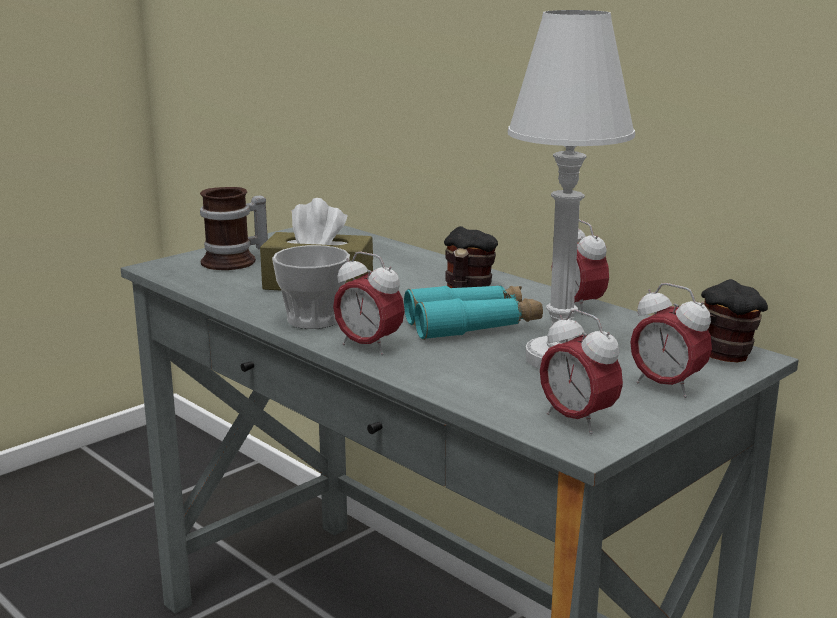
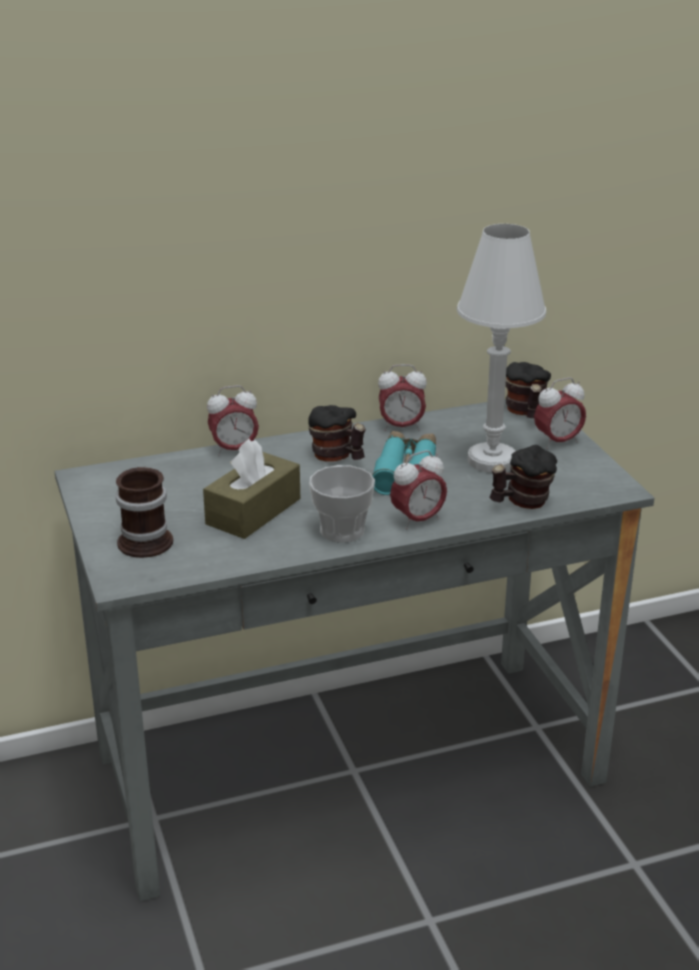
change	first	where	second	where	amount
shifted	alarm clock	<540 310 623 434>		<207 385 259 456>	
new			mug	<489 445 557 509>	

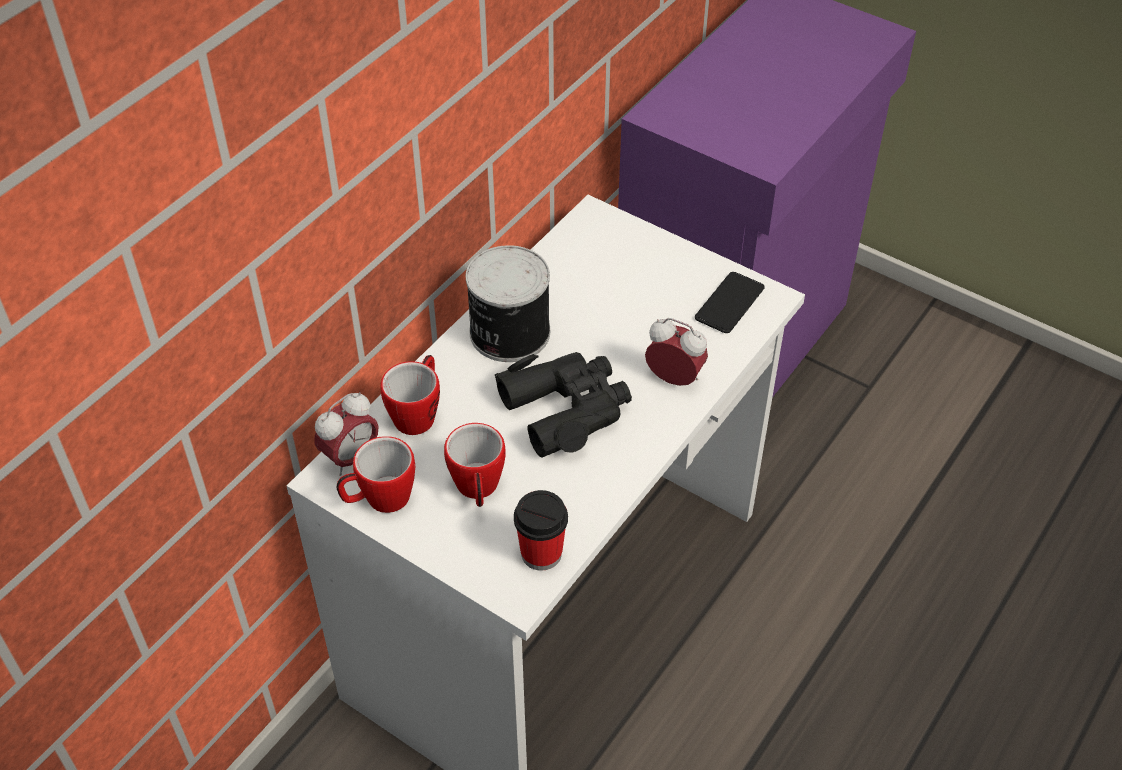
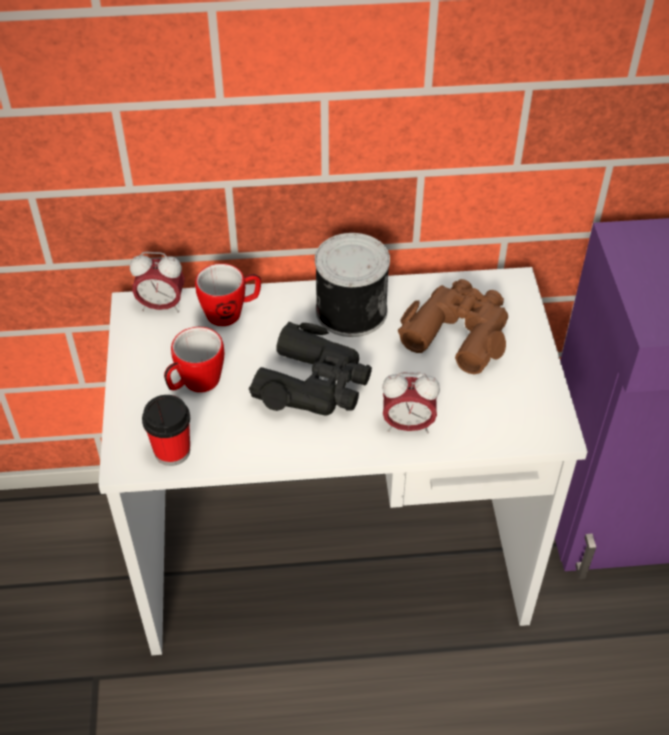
change	first	where	second	where	amount
gone	phone	<695 272 765 333>			
rotated	alarm clock	<645 318 708 386>		<382 372 440 434>	105 degrees clockwise
gone	mug	<337 436 415 513>			
new			binoculars (brown)	<398 279 508 374>	

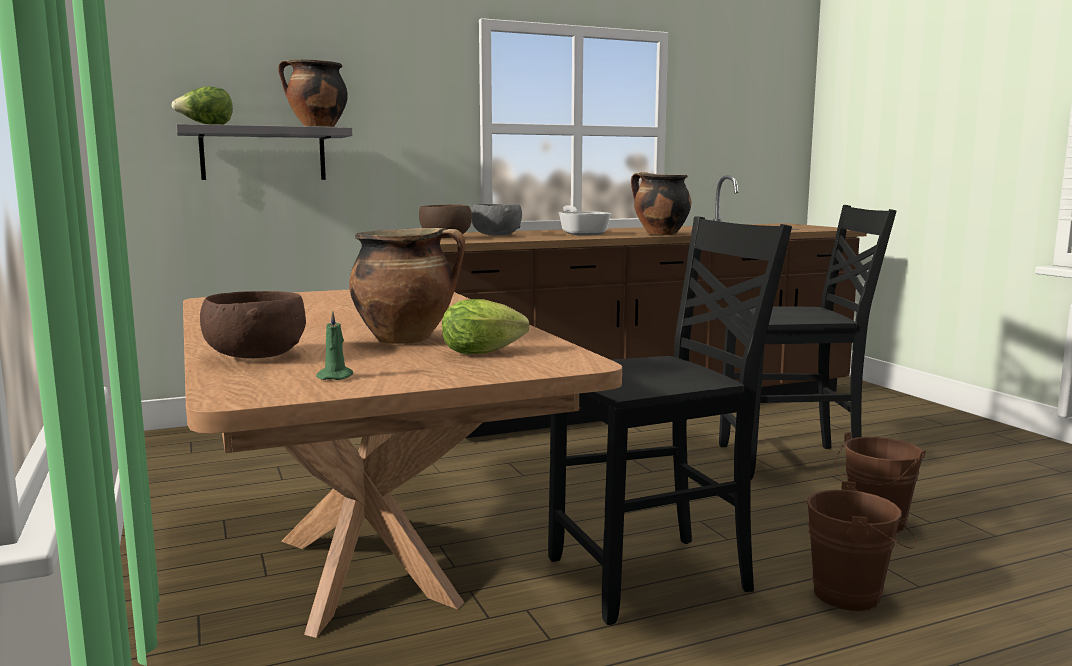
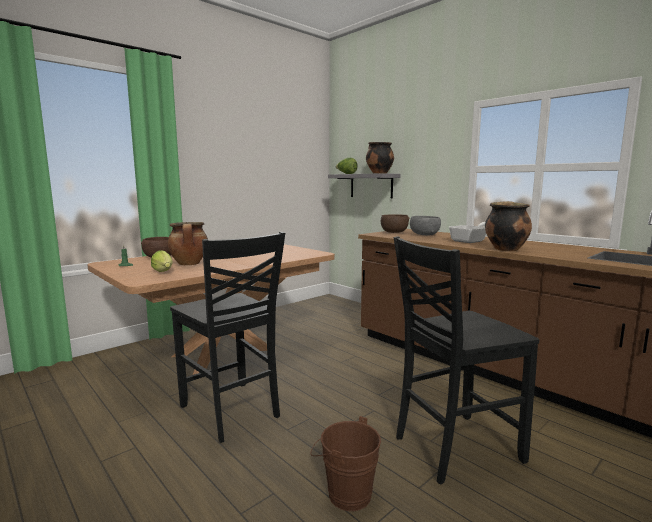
change	first	where	second	where	amount
rotated	chair (black)	<719 205 896 480>		<394 236 539 485>	90 degrees clockwise
gone	bucket (brown)	<807 481 916 611>			

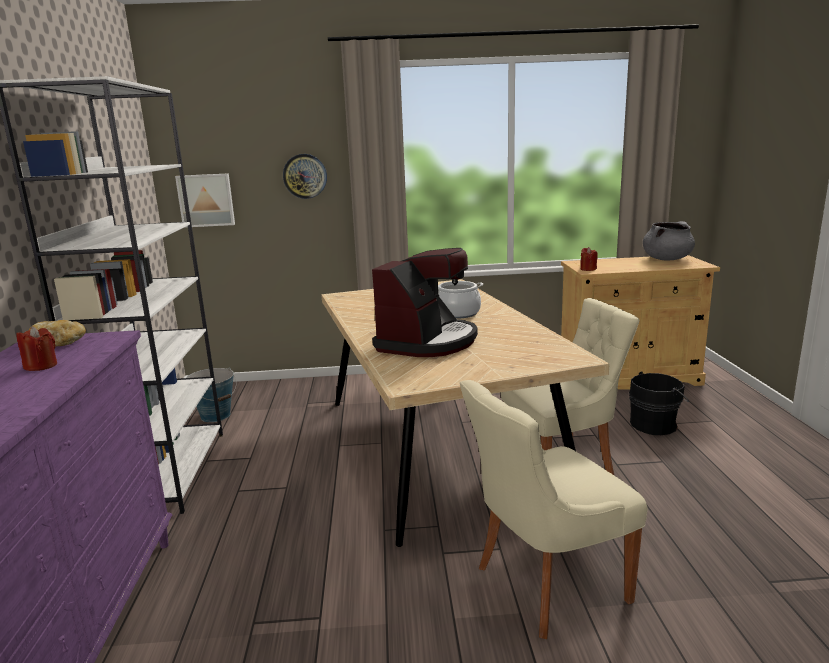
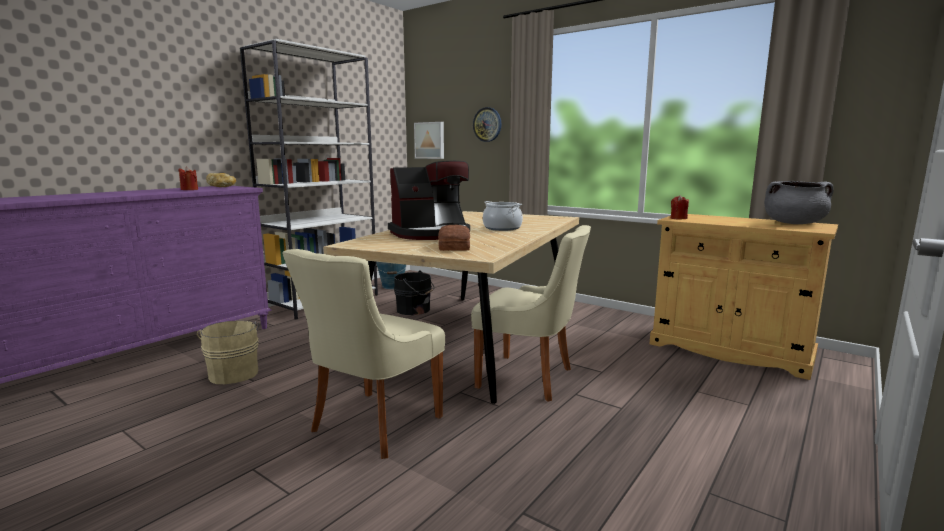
change	first	where	second	where	amount
shifted	bucket (black)	<629 372 689 435>		<394 271 434 315>	
rotated	chair (beige)	<460 380 647 639>		<282 249 445 459>	75 degrees counterclockwise
new			bread	<438 225 470 251>	
new			bucket (beige)	<197 321 259 384>	

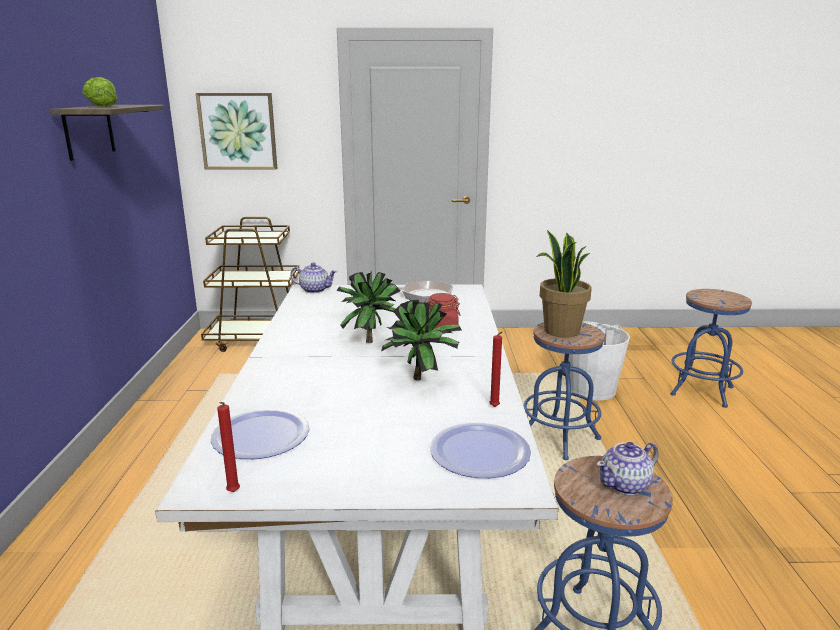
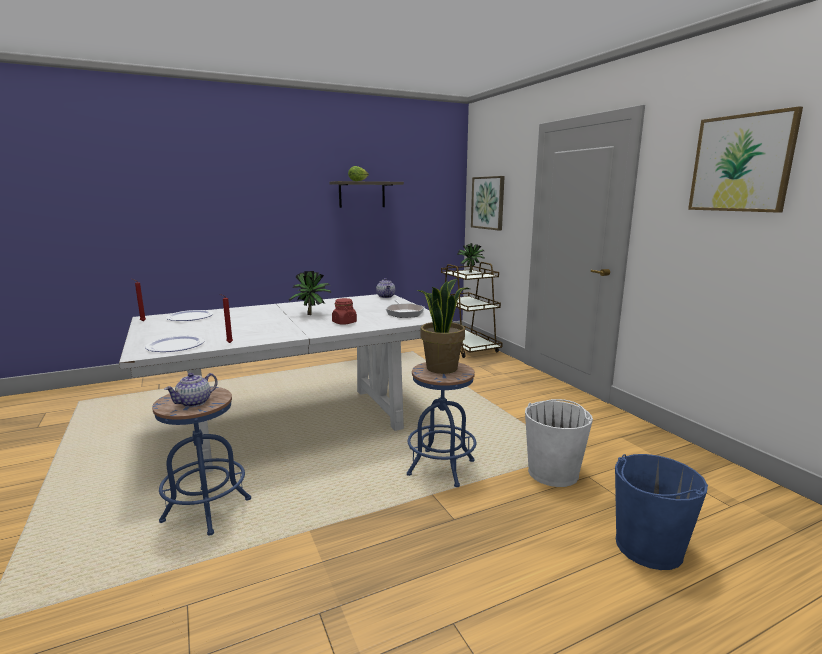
change	first	where	second	where	amount
swapped	stool (blue)	<671 289 752 408>	bucket (blue)	<615 454 708 570>	
shifted	potted plant	<381 300 462 380>		<457 243 485 273>	
rotated	teapot	<597 442 659 495>		<165 373 218 407>	90 degrees counterclockwise
new			picture	<688 106 803 213>	

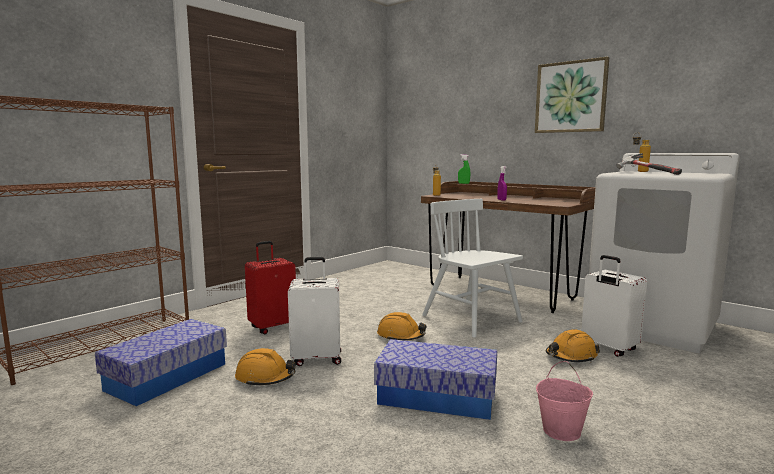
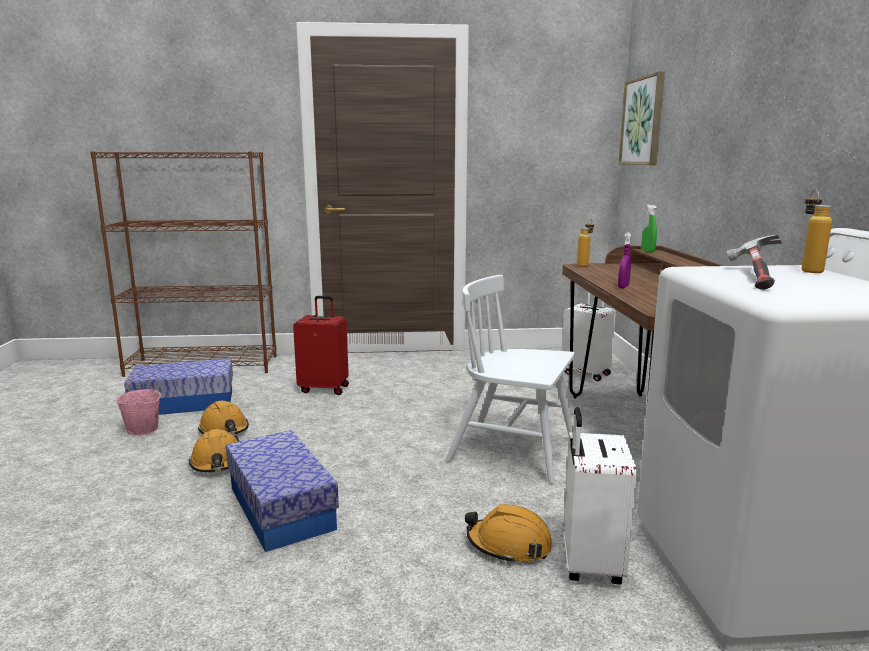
change	first	where	second	where	amount
shifted	picture	<535 57 609 133>		<619 71 665 165>	
rotated	chair (white)	<422 199 523 338>		<446 275 575 484>	75 degrees counterclockwise
shifted	suitcase (white)	<288 257 341 366>		<562 292 616 381>	
shifted	hard hat (orange)	<377 312 427 341>		<189 429 239 472>	
shifted	bucket (pink)	<536 361 593 441>		<116 373 161 435>	

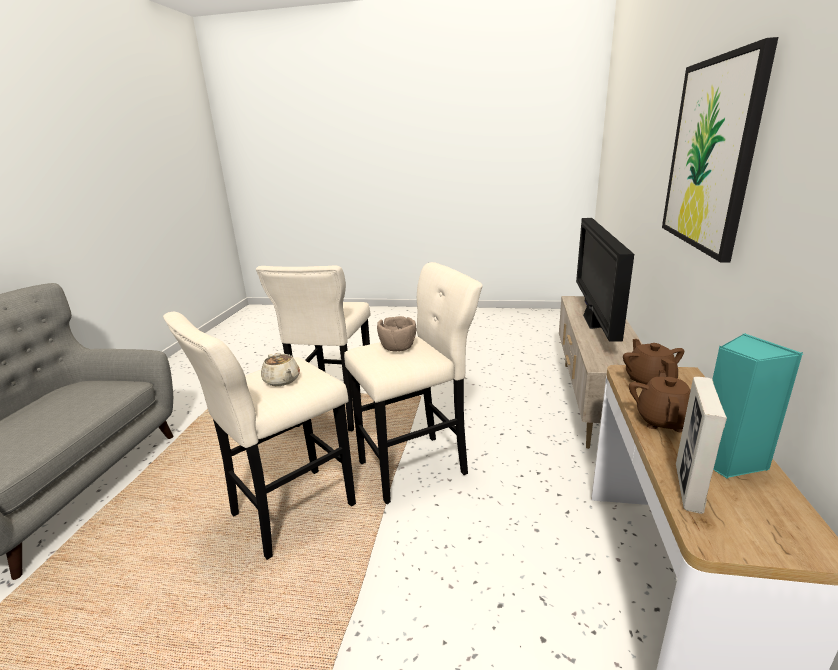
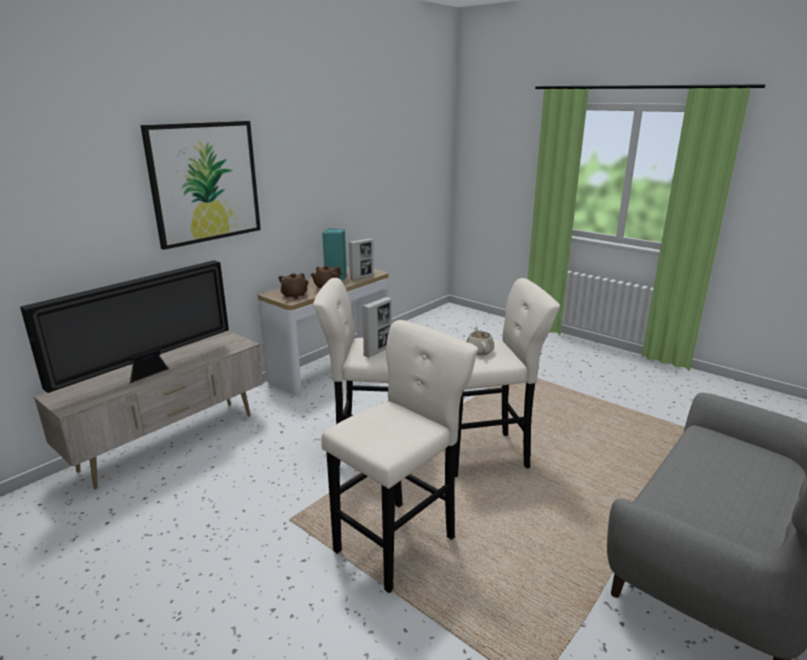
change	first	where	second	where	amount
swapped	bowl (brown)	<377 316 416 352>	picture frame	<362 297 392 357>	

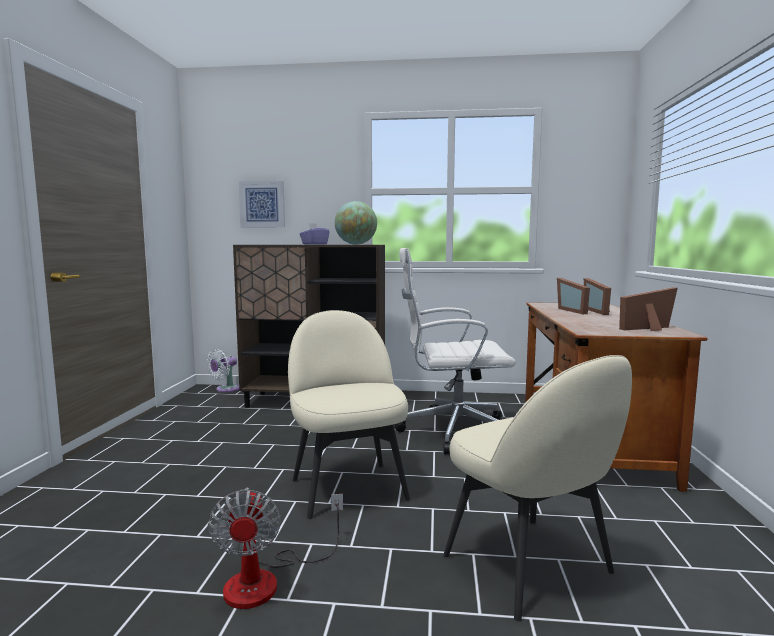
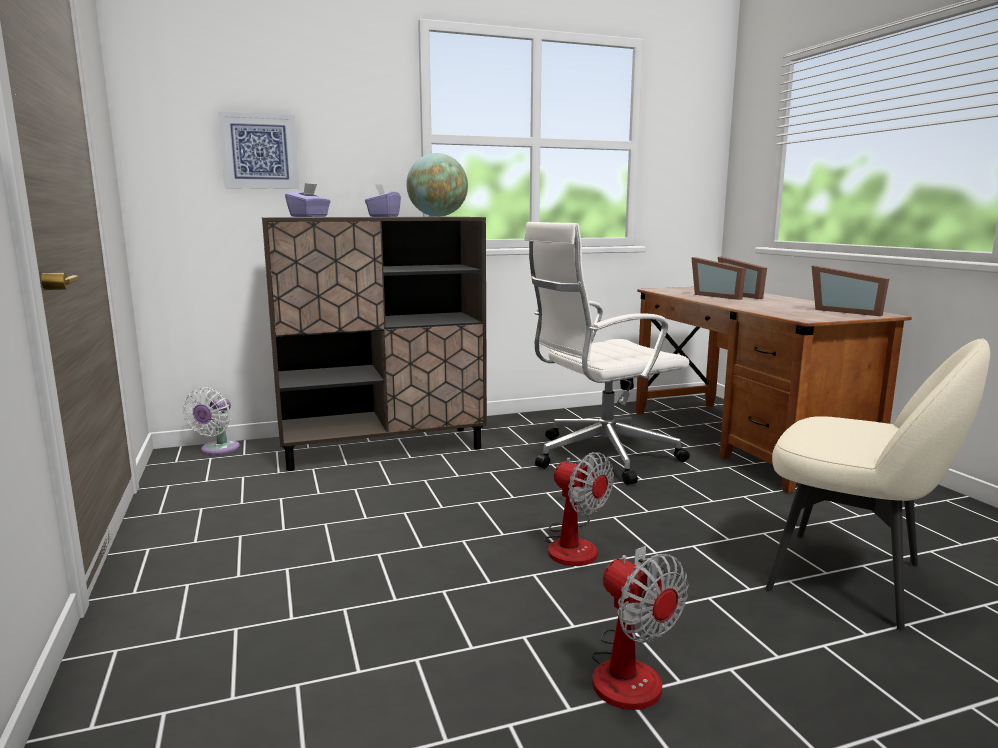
change	first	where	second	where	amount
rotated	picture frame	<619 287 678 331>		<812 265 889 316>	90 degrees counterclockwise
swapped	chair (beige)	<288 310 410 519>	fan	<544 452 614 566>	
new			tissue box (purple)	<285 183 331 217>	

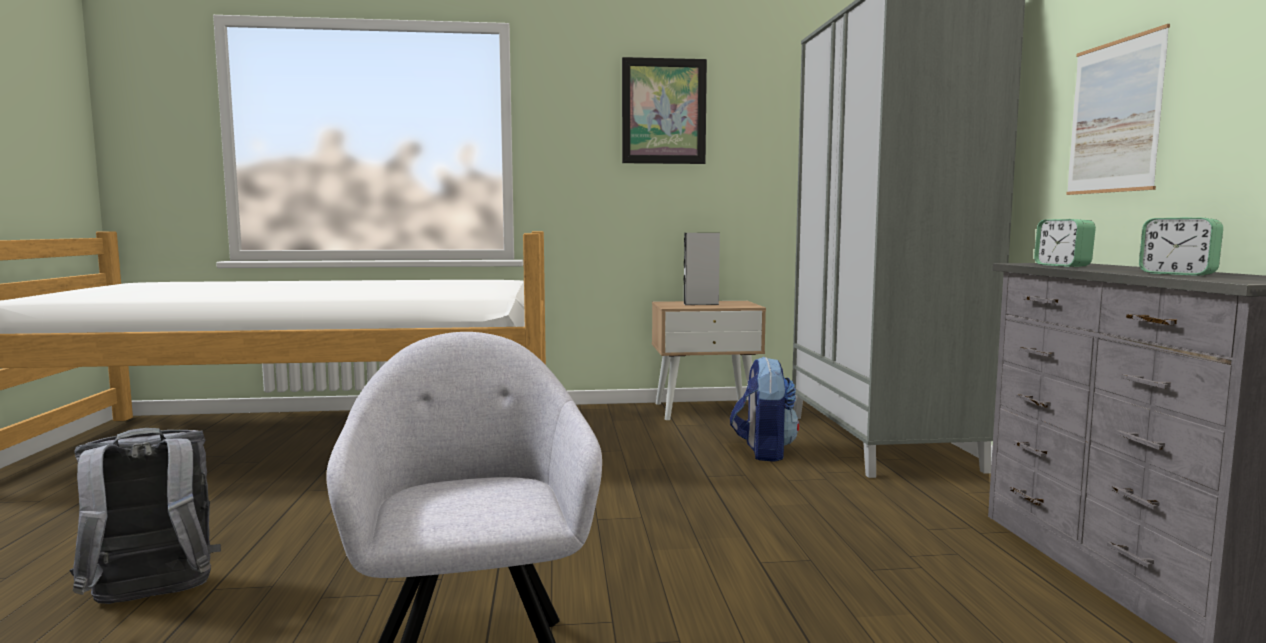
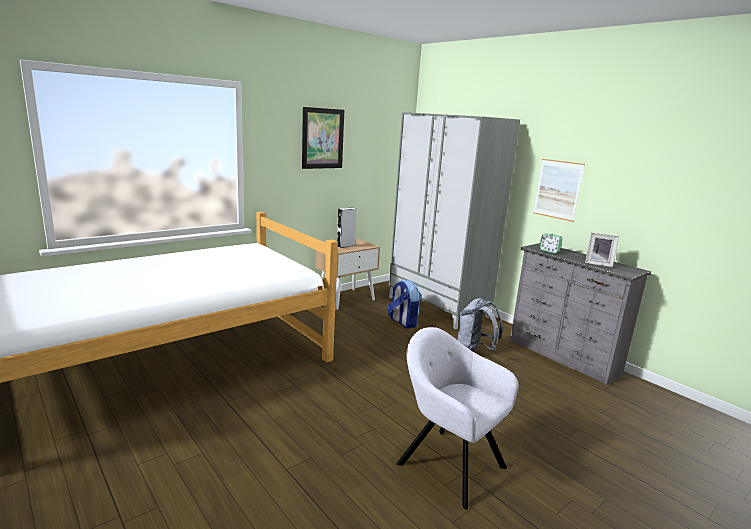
change	first	where	second	where	amount
swapped	alarm clock	<1139 217 1223 276>	picture frame	<585 232 619 267>	
shifted	backpack (grey)	<69 428 221 604>		<458 298 503 353>	

